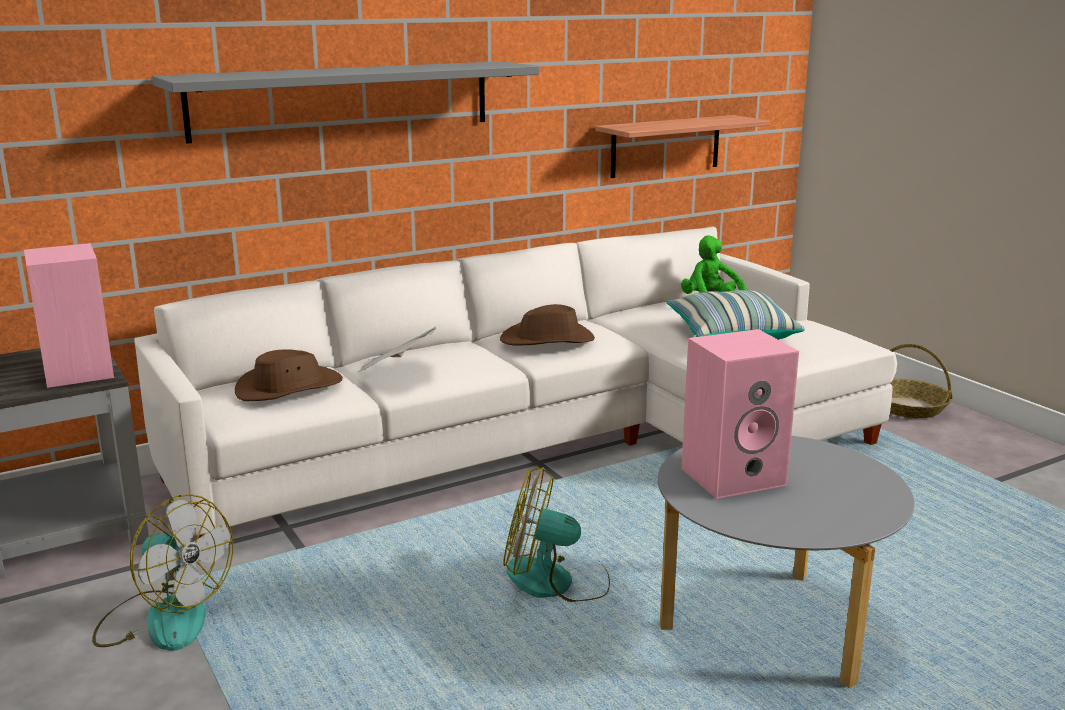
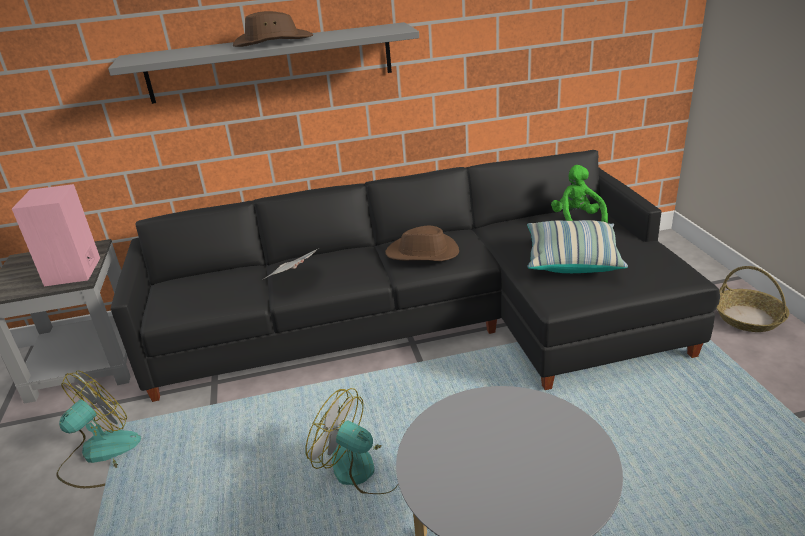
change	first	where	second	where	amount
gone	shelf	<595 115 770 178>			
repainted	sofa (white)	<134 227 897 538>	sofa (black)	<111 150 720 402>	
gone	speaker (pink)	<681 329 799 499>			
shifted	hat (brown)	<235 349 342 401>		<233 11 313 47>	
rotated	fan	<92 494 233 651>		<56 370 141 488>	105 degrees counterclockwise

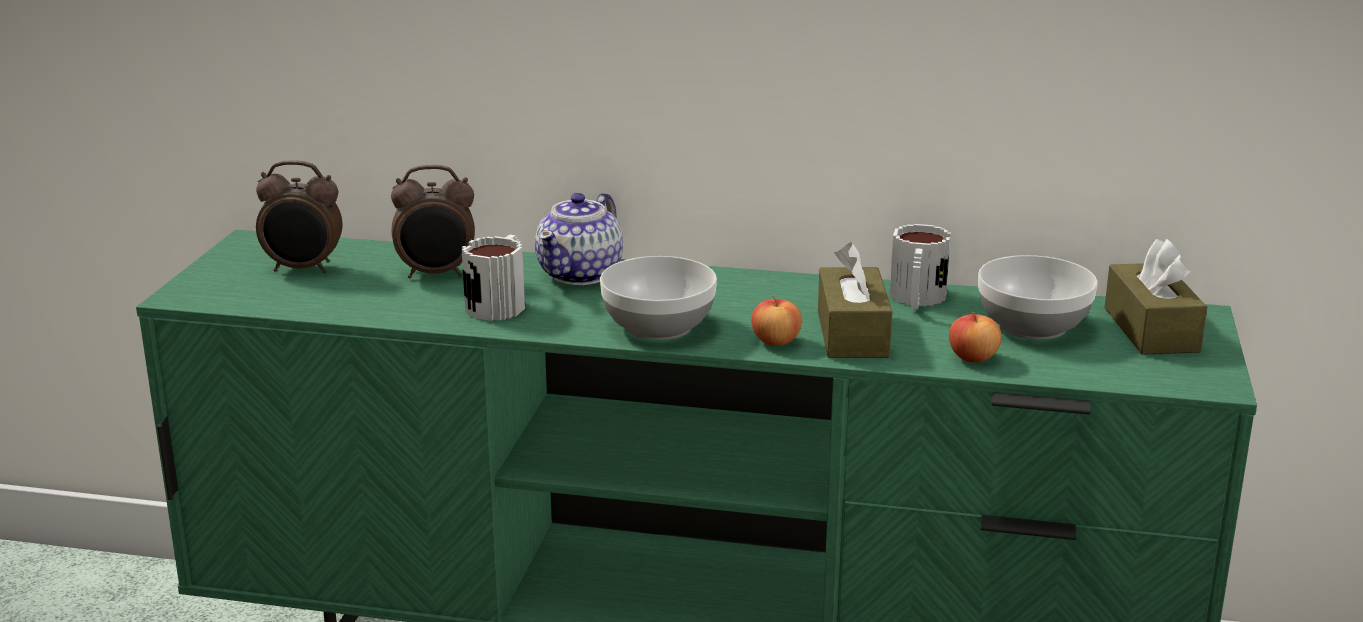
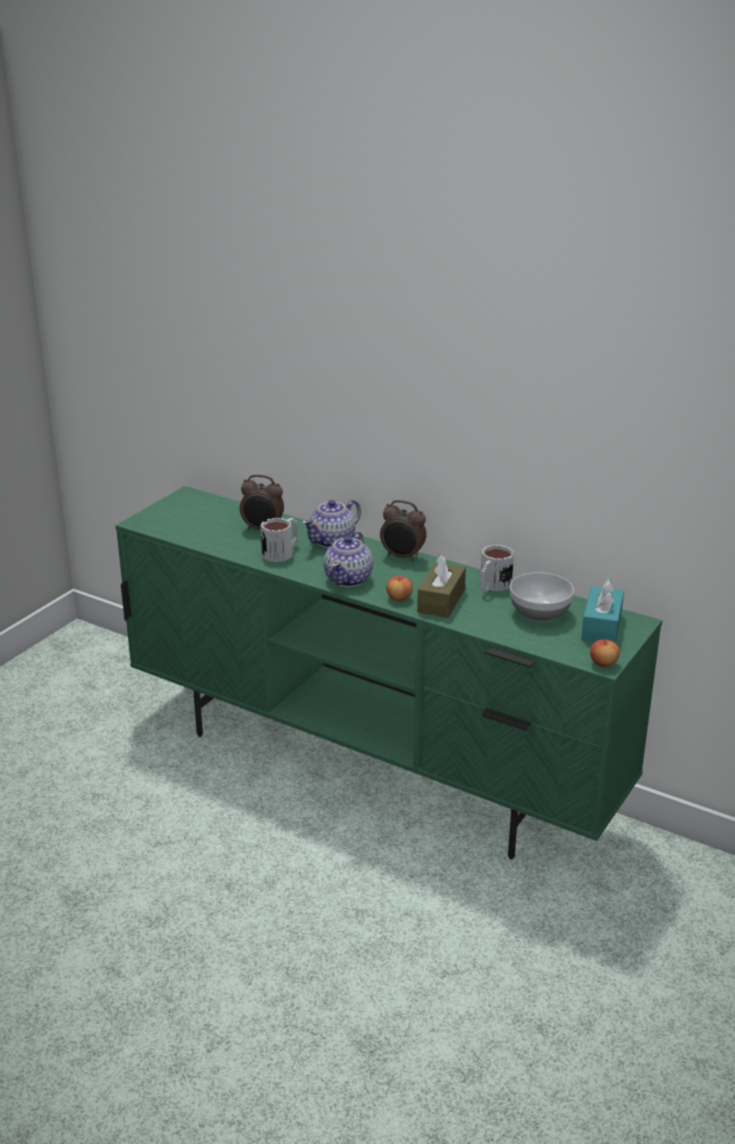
change	first	where	second	where	amount
shifted	alarm clock	<256 160 343 273>		<380 500 426 562>	
repainted	tissue box (brown)	<1104 239 1207 355>	tissue box (turquoise)	<581 579 624 644>	
swapped	bowl	<600 256 717 340>	teapot	<324 532 373 587>	
shifted	apple	<949 312 1002 363>		<590 639 620 667>	

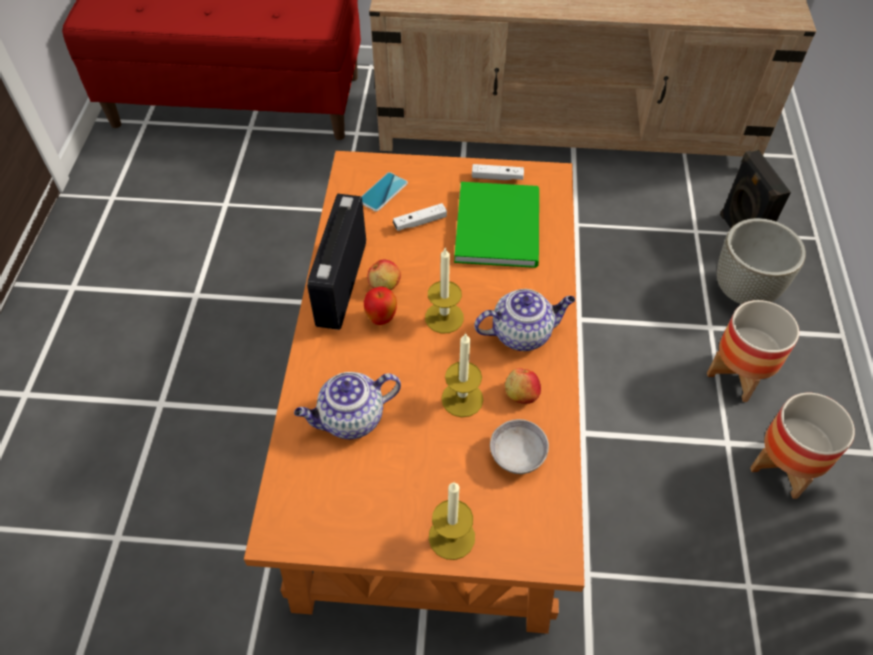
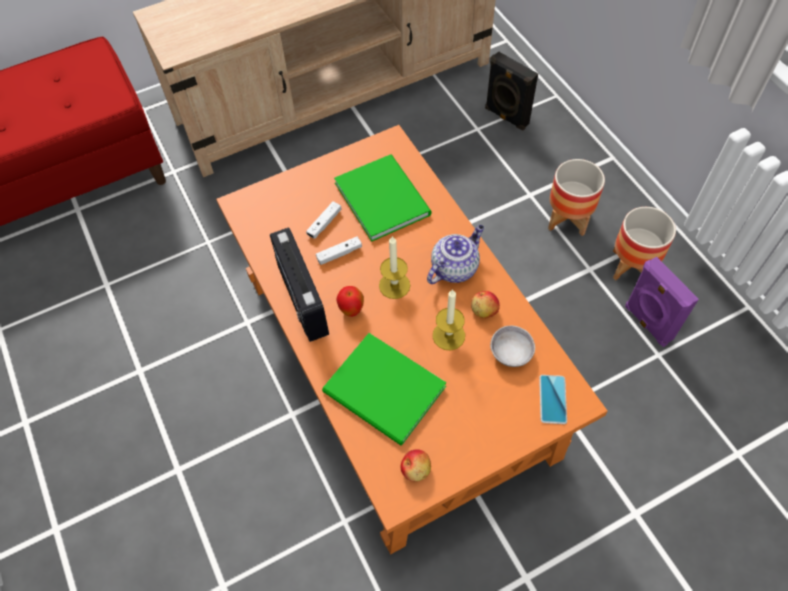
change	first	where	second	where	amount
shifted	game controller (white)	<472 164 524 180>		<316 237 362 265>	
shifted	phone	<361 172 408 212>		<539 375 567 424>	
gone	planter (grey)	<717 218 806 304>			
shifted	apple	<367 260 401 290>		<401 449 431 482>	
swapped	teapot	<294 372 401 439>	book (green)	<322 333 447 446>	
gone	candle	<429 482 475 560>			
new			speaker (purple)	<625 256 699 347>	

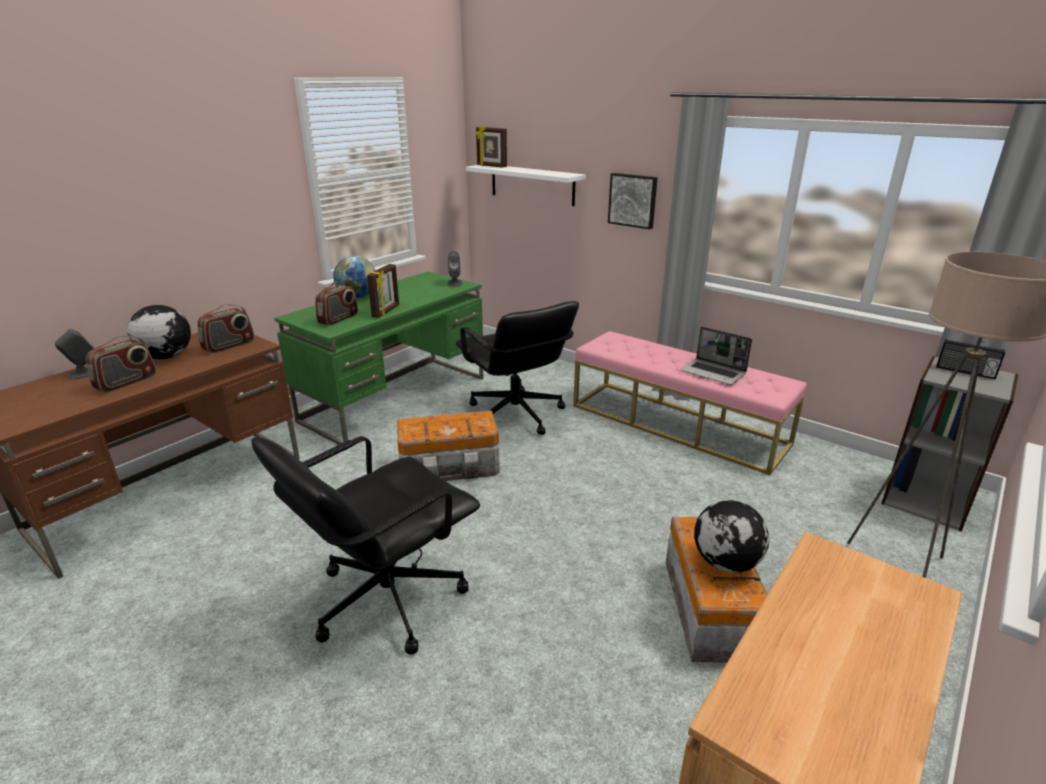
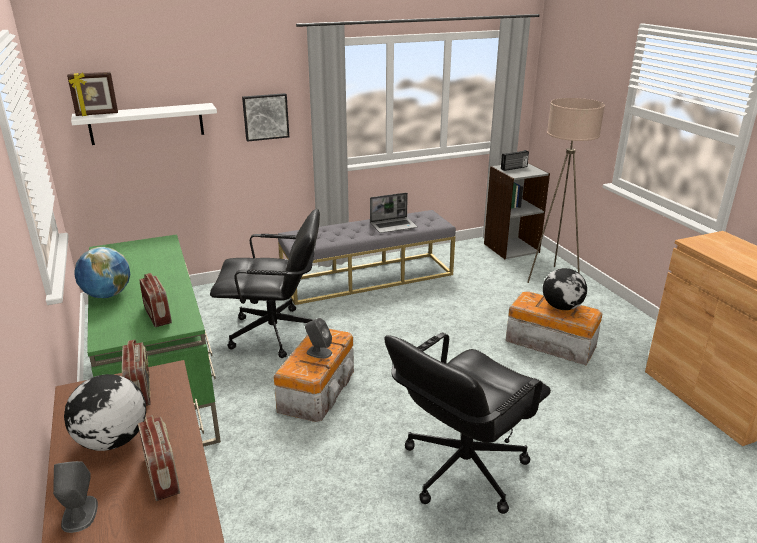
change	first	where	second	where	amount
shifted	speaker (grey)	<447 251 463 287>		<305 318 332 359>	
gone	picture frame	<367 264 399 318>			
repainted	bench (pink)	<573 331 807 475>	bench (grey)	<278 210 456 305>	
rotated	office chair (black)	<251 436 480 655>		<384 333 551 514>	60 degrees clockwise

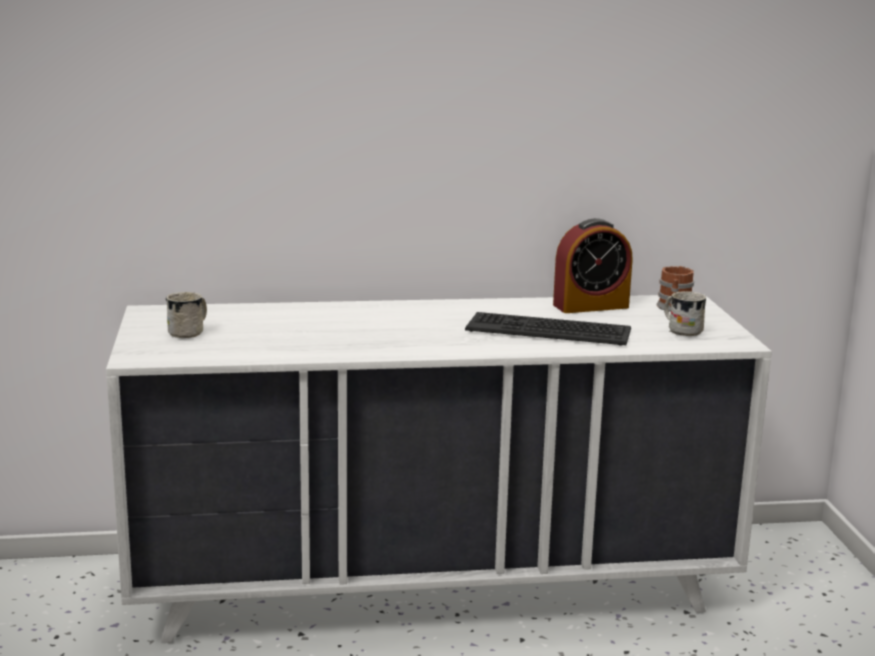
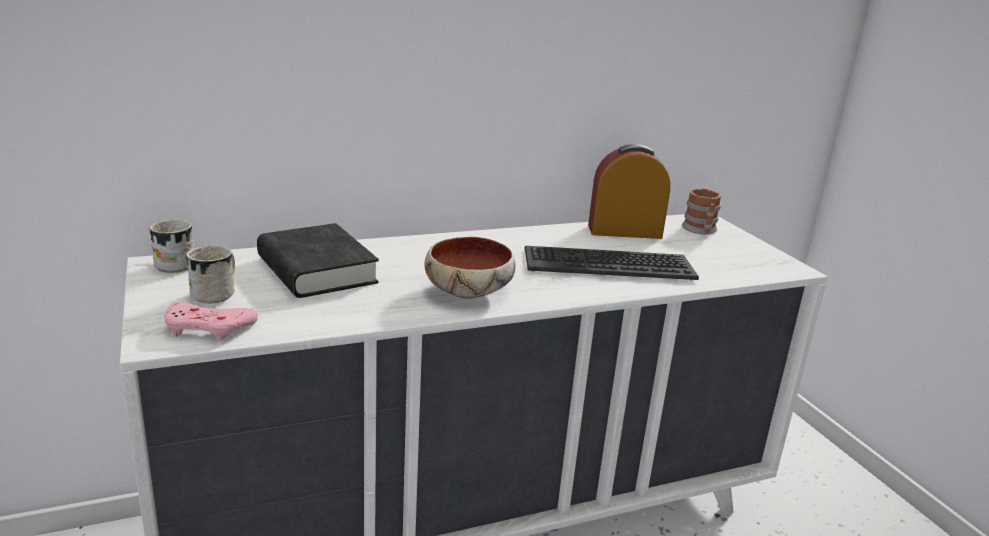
change	first	where	second	where	amount
rotated	alarm clock	<553 218 633 313>		<588 144 670 239>	150 degrees counterclockwise
shifted	mug (white)	<664 291 706 336>		<149 219 194 273>	
new			book (black)	<257 223 379 298>	
new			bowl	<424 237 516 298>	
new			game controller (pink)	<165 302 258 342>	

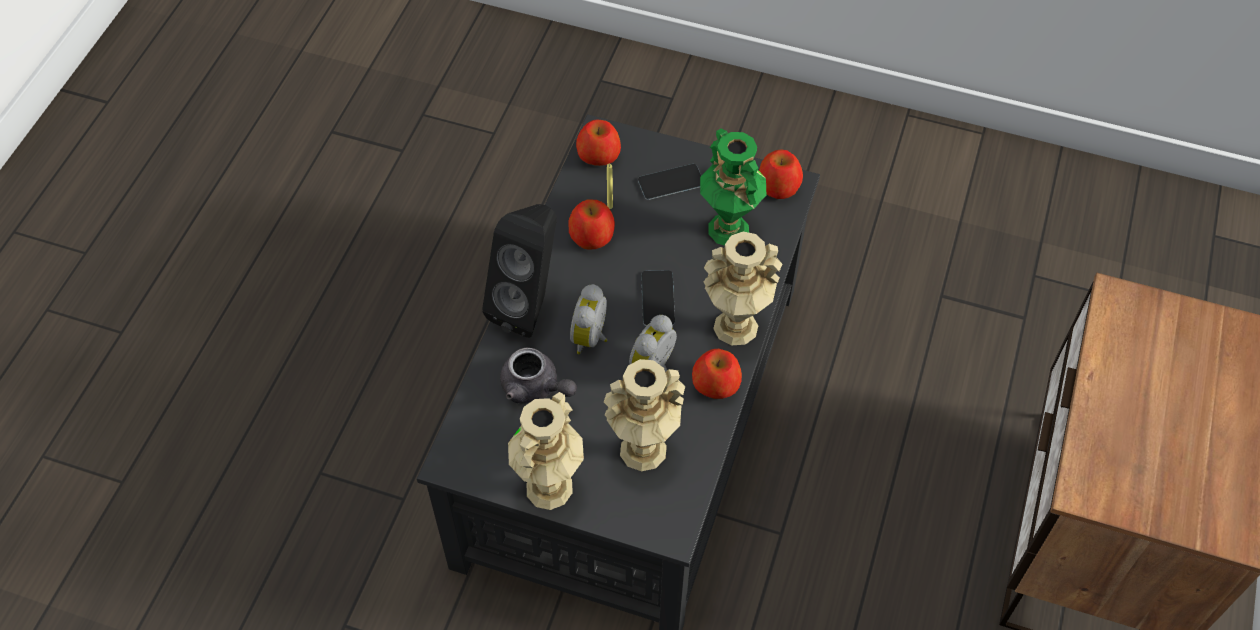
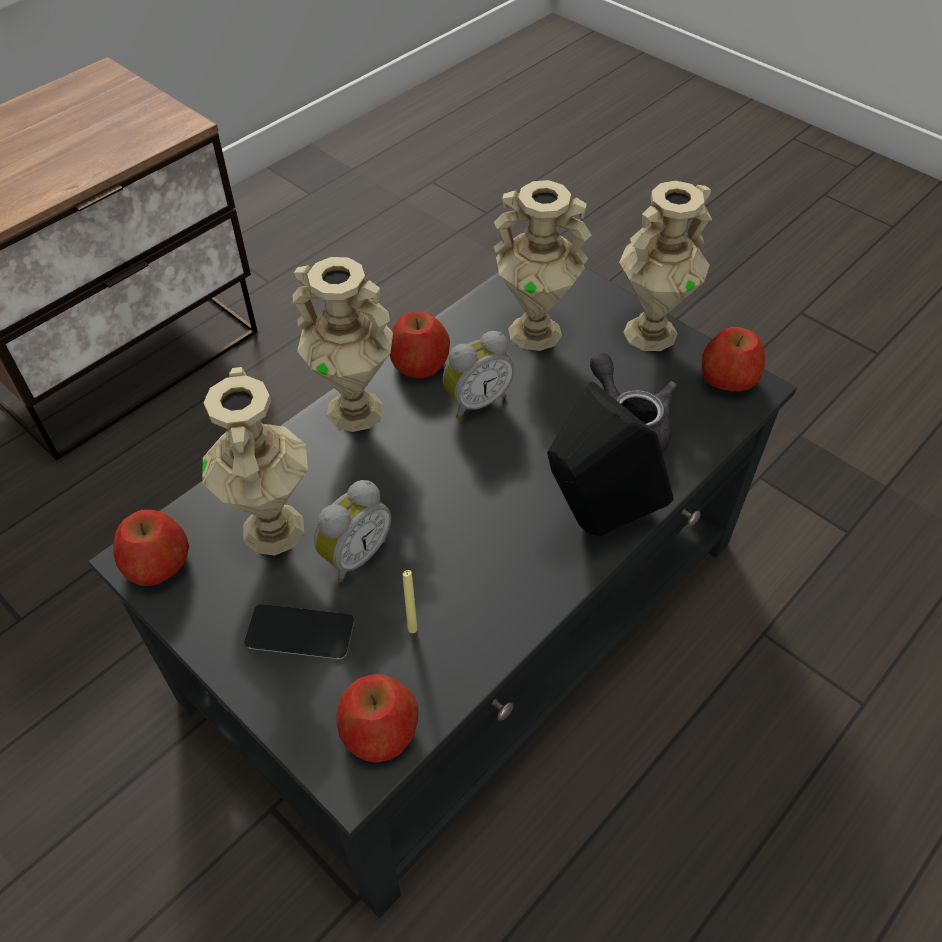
change	first	where	second	where	amount
repainted	vase (green)	<700 129 766 246>	vase (beige)	<203 367 308 556>	
shifted	apple	<568 199 615 250>		<701 327 765 392>	
gone	phone	<641 270 675 326>			
shifted	alarm clock	<570 284 607 354>		<314 480 391 582>	

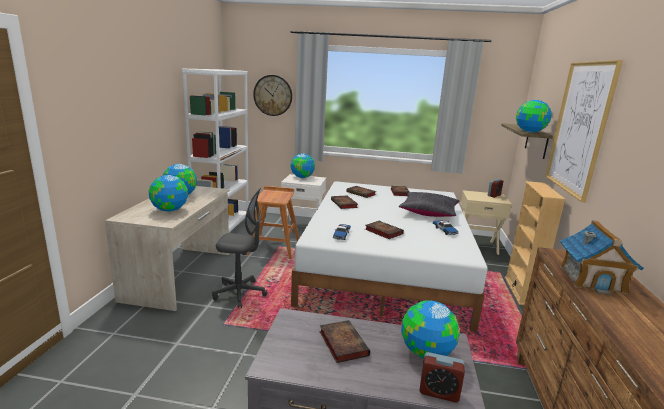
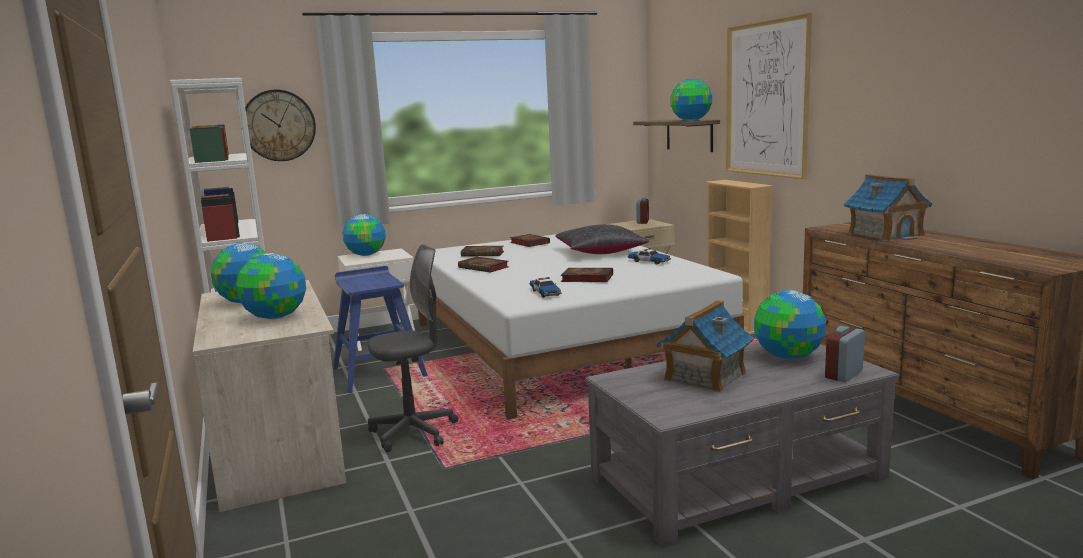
change	first	where	second	where	amount
repainted	stool (brown)	<246 186 299 259>	stool (blue)	<333 266 428 393>	
swapped	book	<320 320 370 363>	toy house	<656 300 754 393>	
rotated	alarm clock	<419 352 465 402>		<825 326 865 382>	150 degrees clockwise

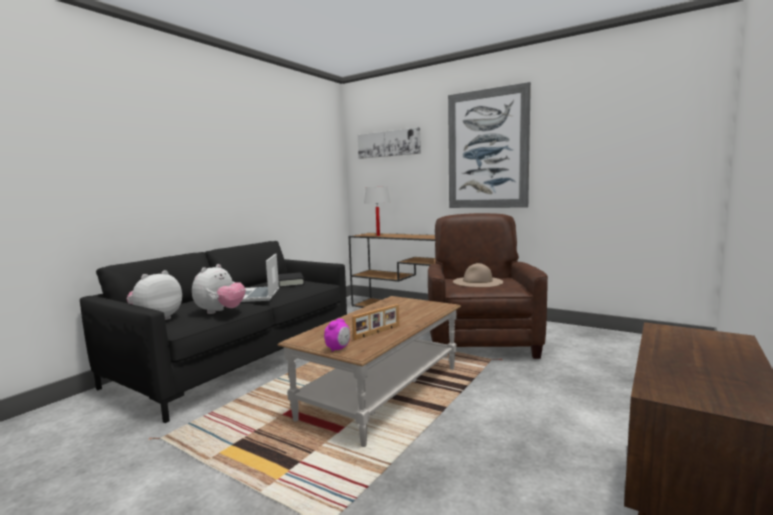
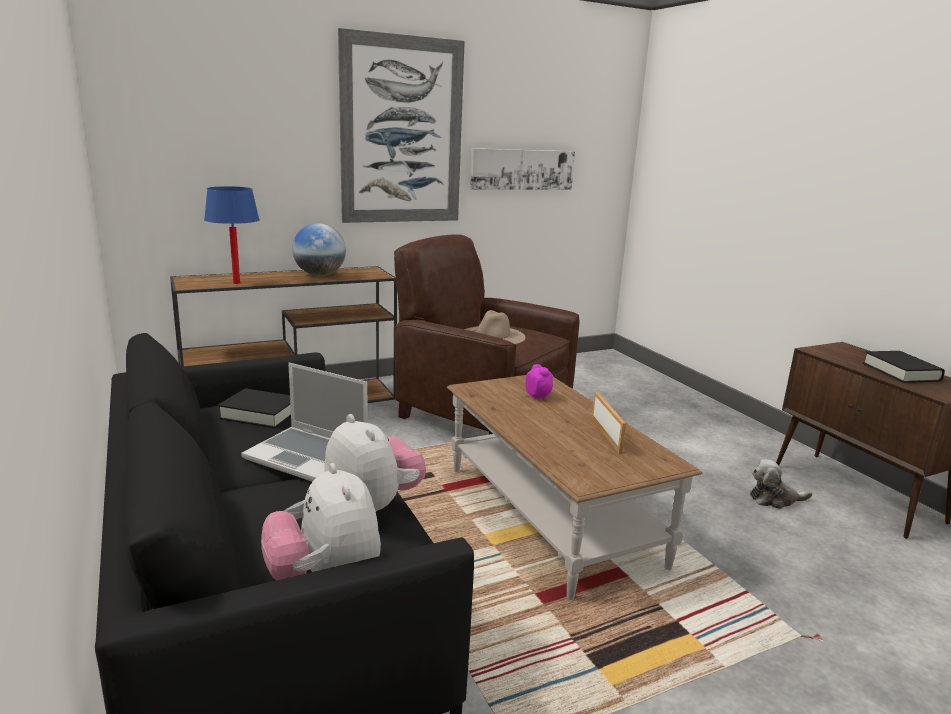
change	first	where	second	where	amount
shifted	picture	<358 127 421 159>		<470 148 575 190>	
repainted	table lamp (white)	<364 187 390 236>	table lamp (blue)	<204 186 260 284>	
shifted	alarm clock	<324 318 350 352>		<525 364 553 400>	
new			globe	<292 223 346 276>	
new			book (black)	<863 351 945 383>	
new			plush toy	<750 459 812 509>	

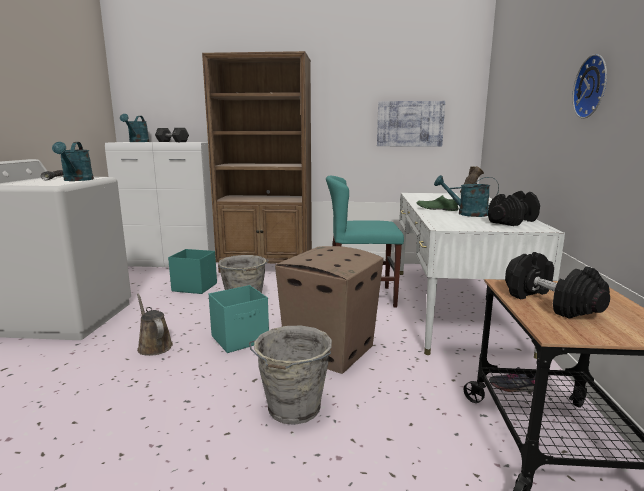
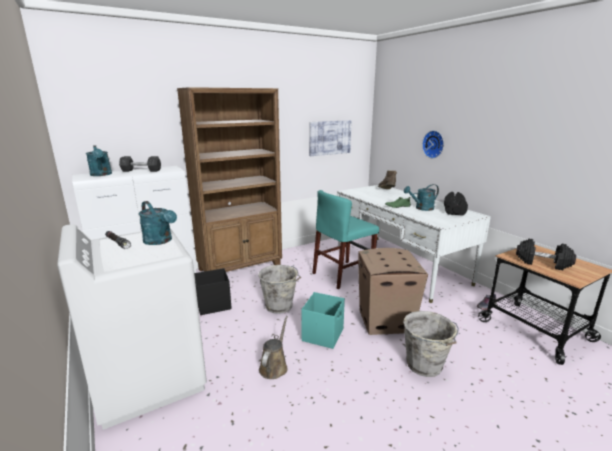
change	first	where	second	where	amount
shifted	wall clock	<572 54 607 119>		<422 131 444 158>	
repainted	storage box (turquoise)	<168 249 217 294>	storage box (black)	<194 268 232 315>	
rotated	watering can (brown)	<137 294 173 356>		<259 316 288 379>	90 degrees clockwise

